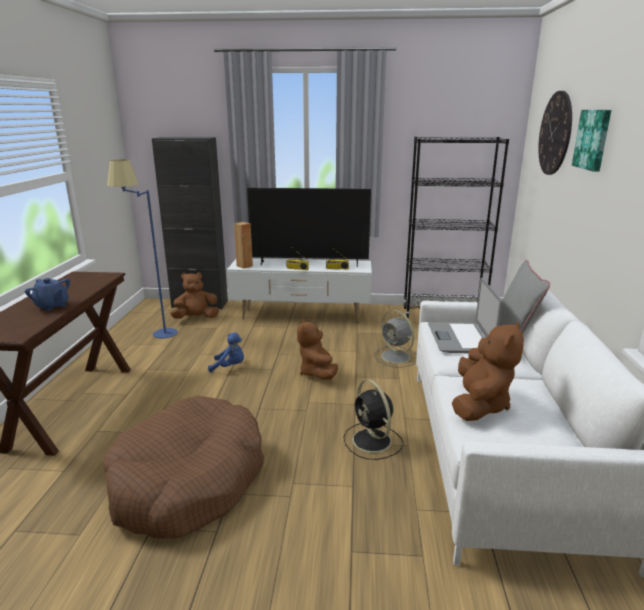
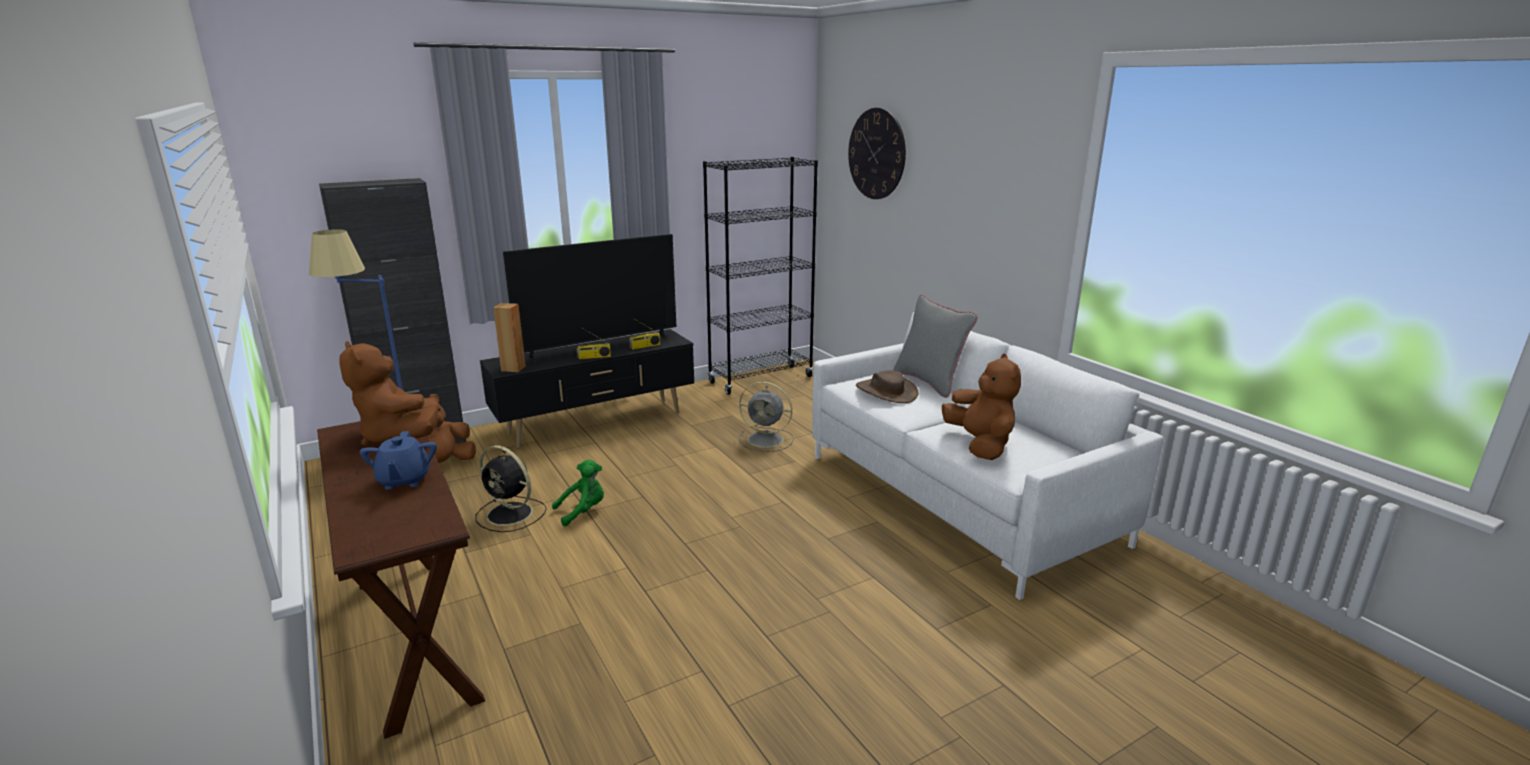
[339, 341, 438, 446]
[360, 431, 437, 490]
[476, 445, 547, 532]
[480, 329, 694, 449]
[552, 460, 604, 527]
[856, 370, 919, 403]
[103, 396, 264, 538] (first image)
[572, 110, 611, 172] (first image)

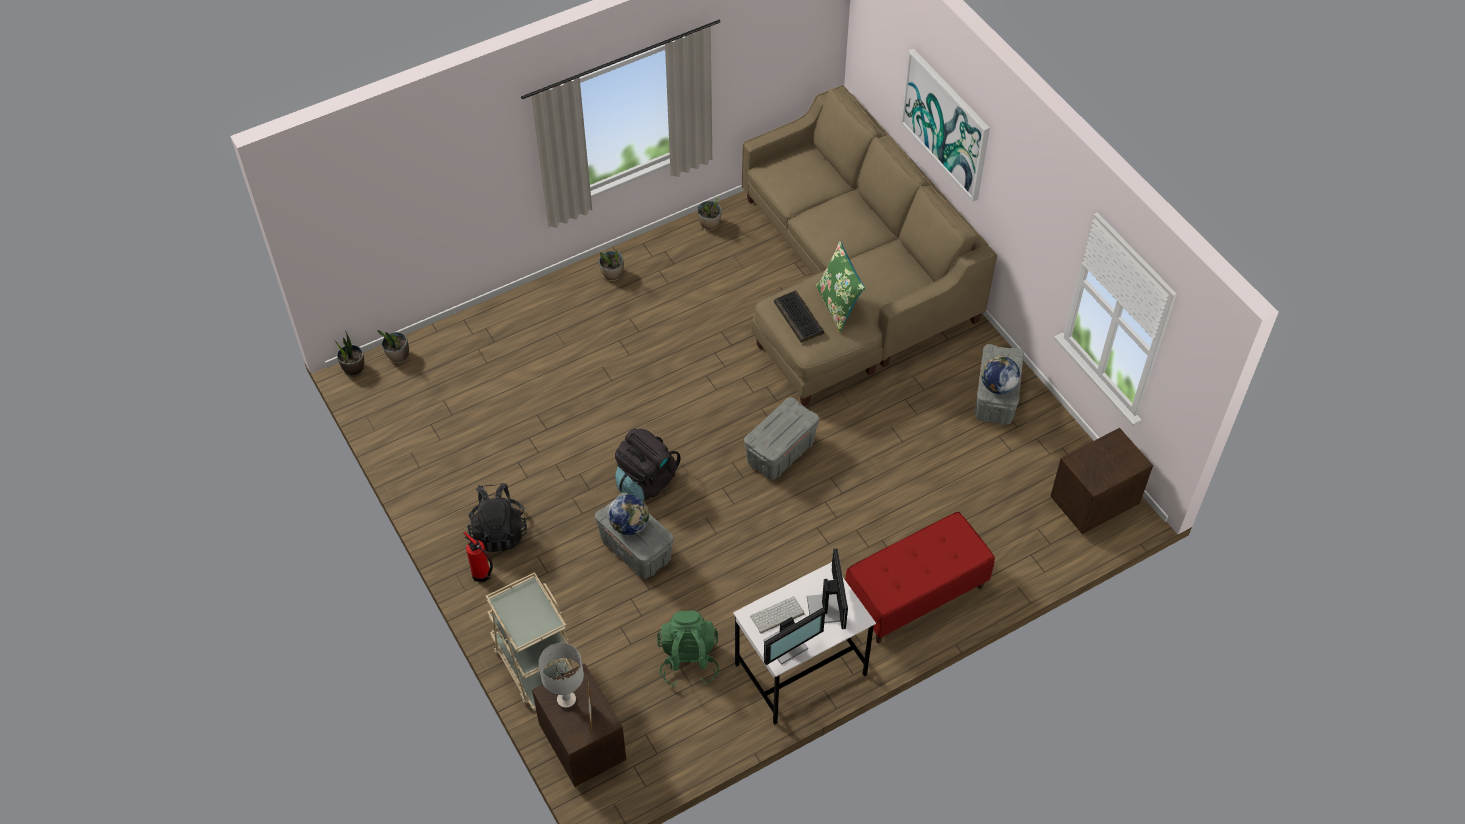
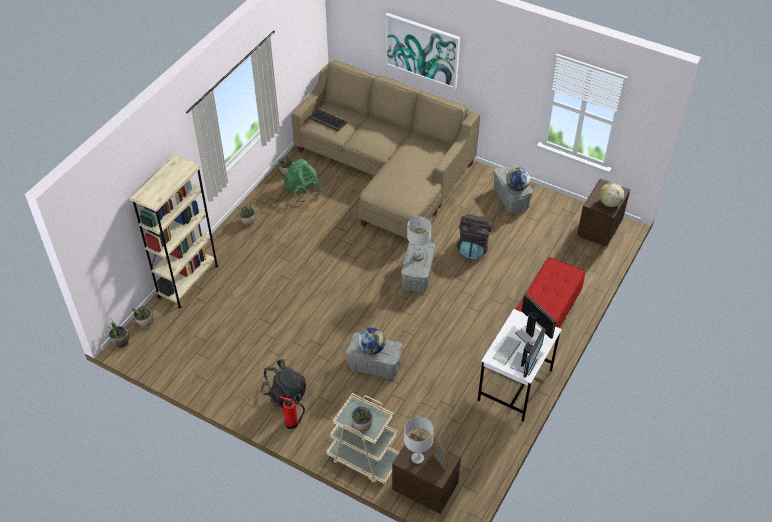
[130, 155, 218, 309]
[284, 159, 323, 203]
[309, 109, 347, 131]
[351, 406, 373, 432]
[407, 216, 431, 261]
[457, 214, 493, 259]
[599, 182, 624, 207]
[816, 241, 865, 332] (first image)

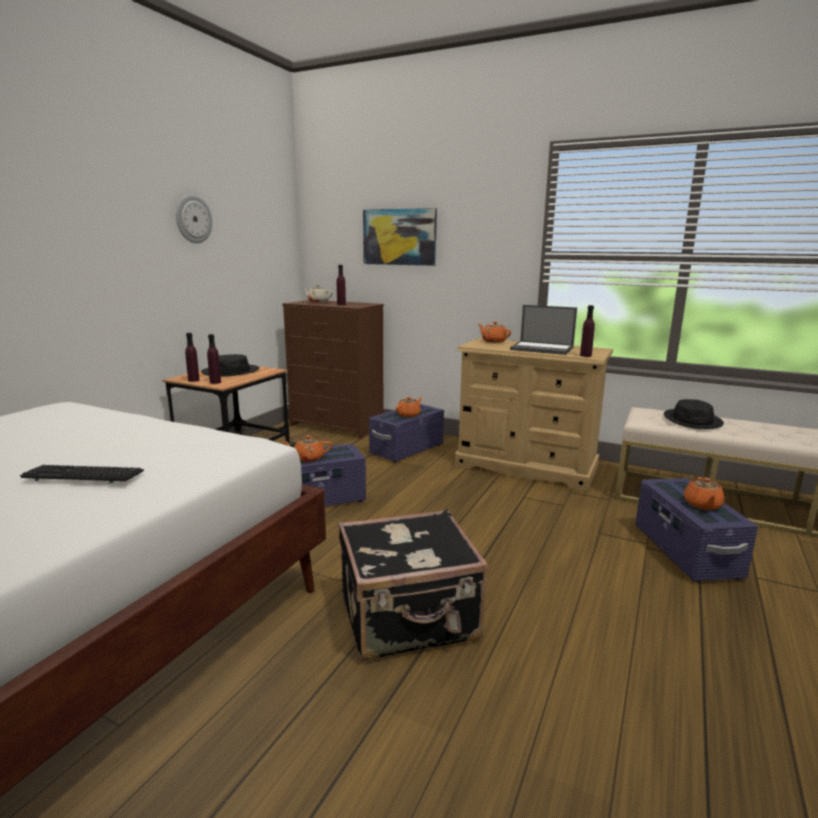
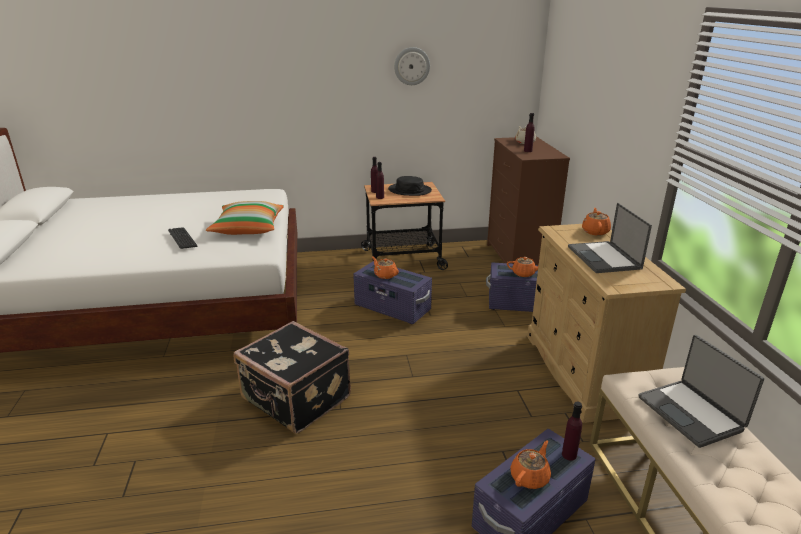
[206, 201, 284, 235]
[510, 440, 551, 489]
[562, 402, 582, 461]
[638, 335, 764, 448]
[363, 208, 437, 266] (first image)

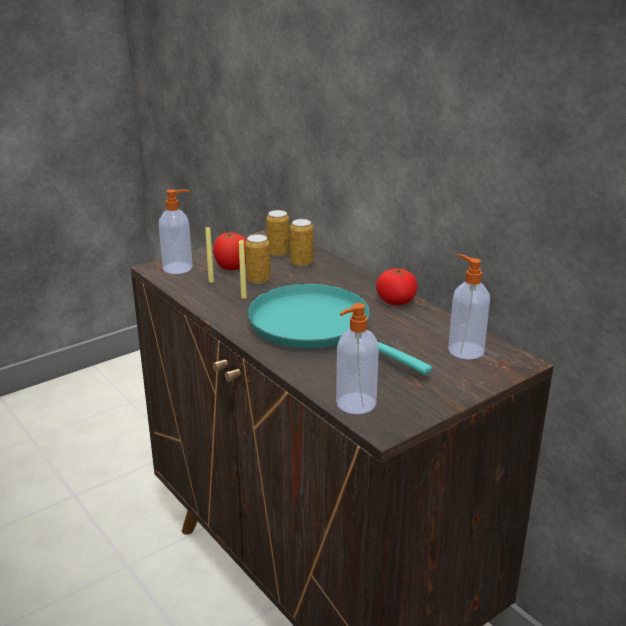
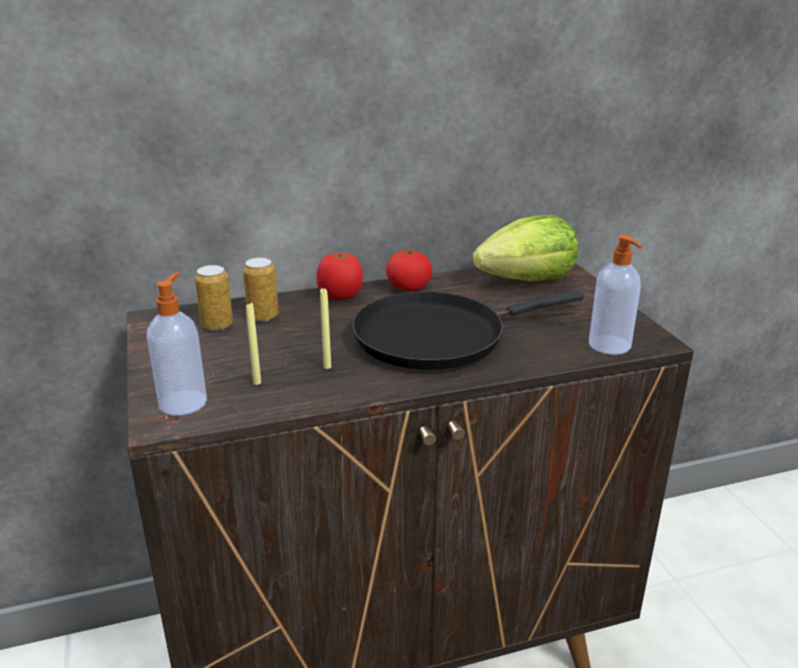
[317, 252, 363, 300]
[352, 291, 584, 370]
[473, 215, 578, 281]
[245, 234, 271, 284] (first image)

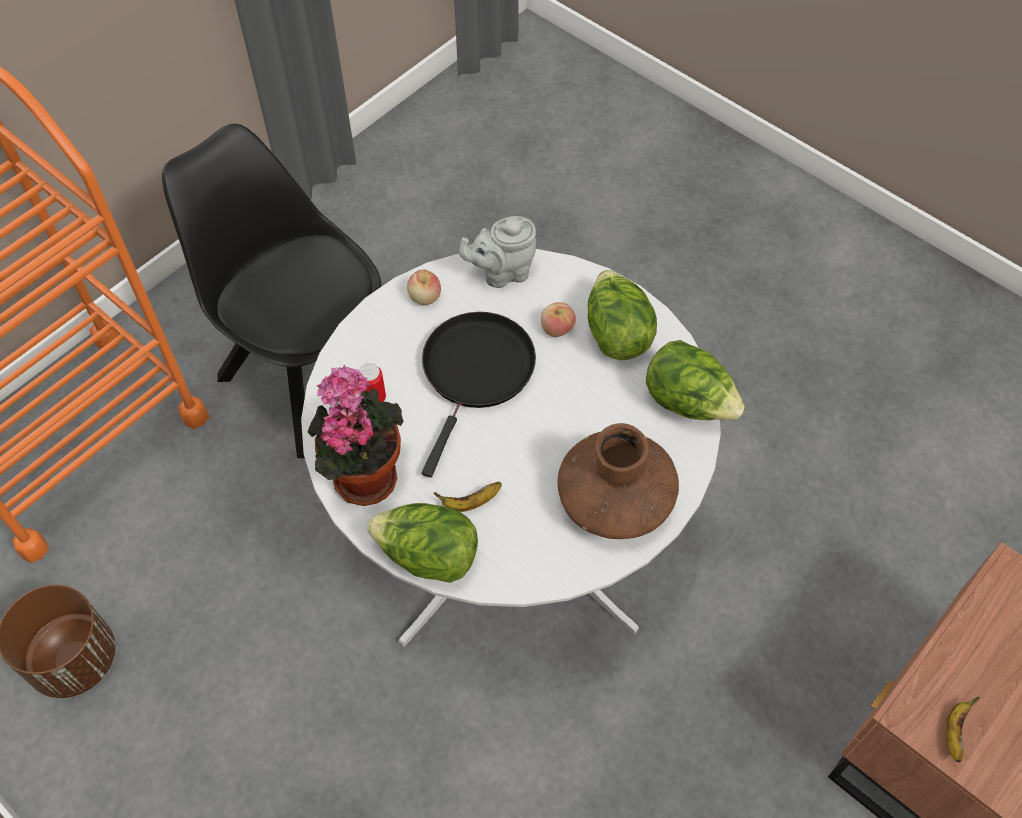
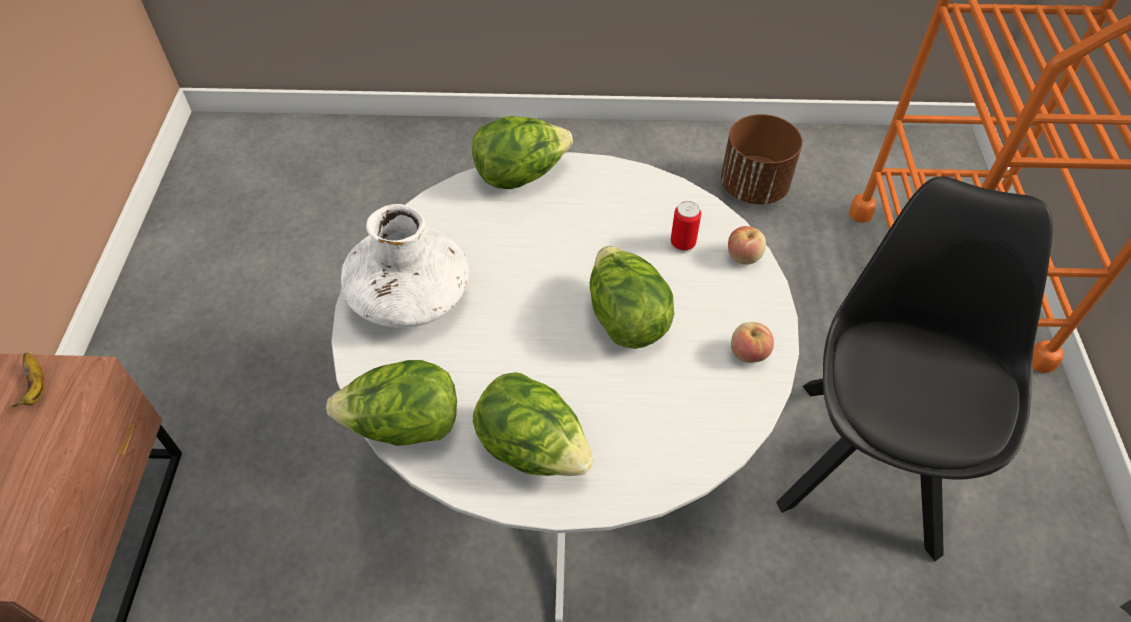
[341, 204, 469, 328]
[590, 246, 674, 349]
[728, 226, 766, 264]
[776, 176, 1053, 561]
[308, 365, 404, 506] (first image)
[433, 482, 502, 512] (first image)
[459, 216, 536, 288] (first image)

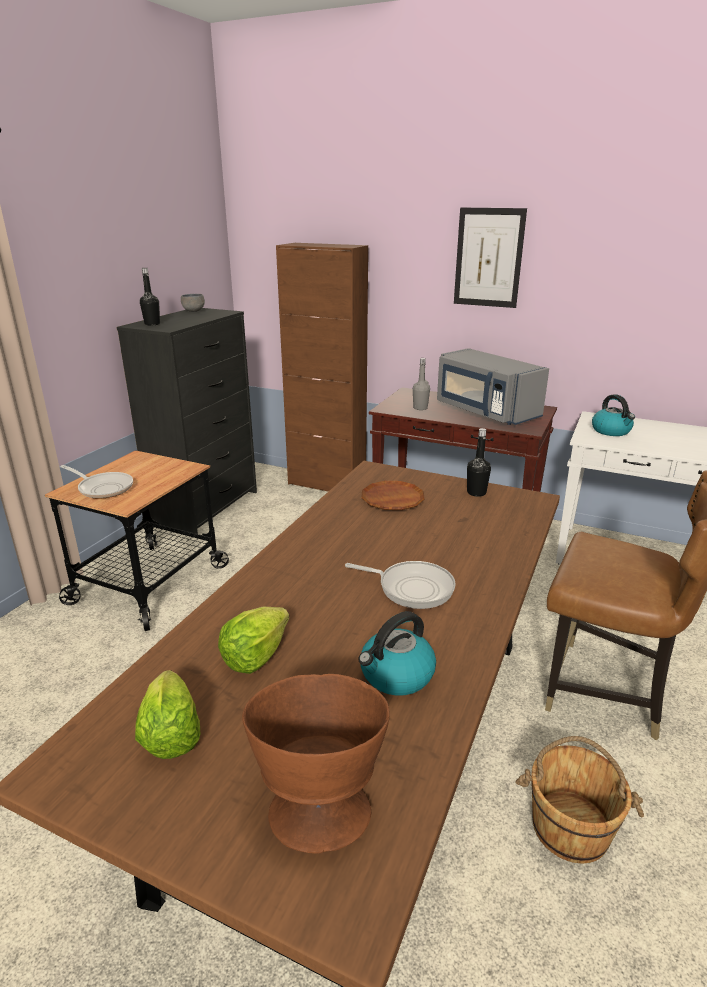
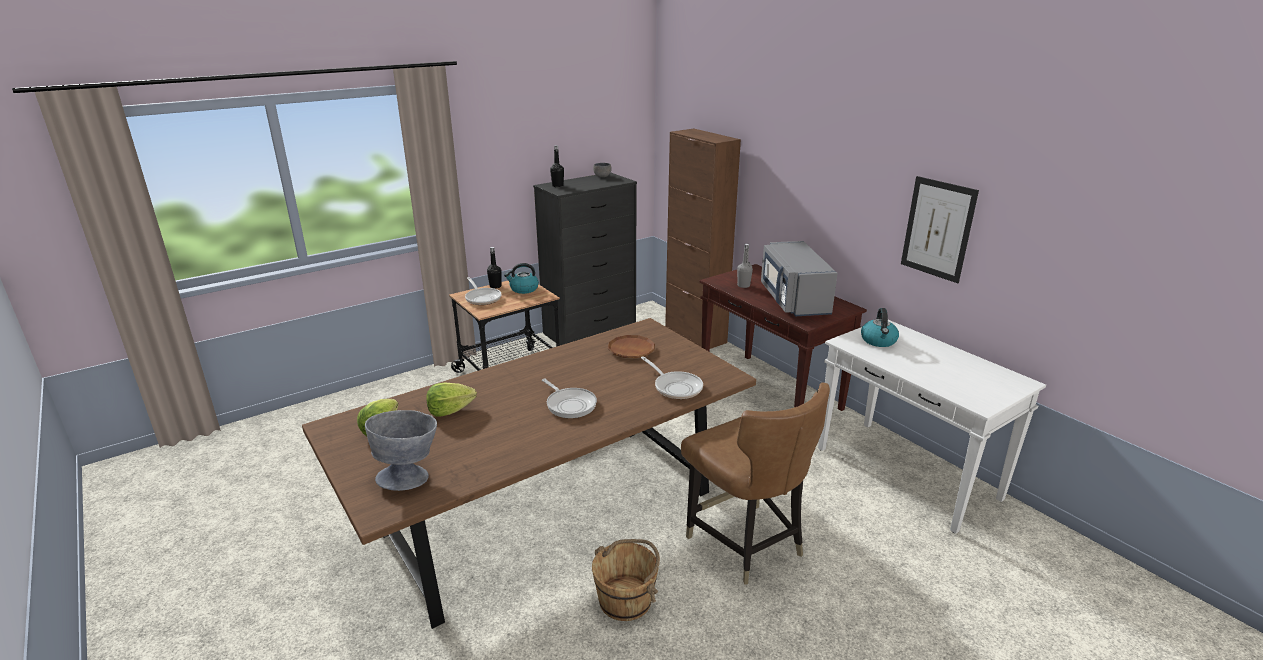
[365, 410, 437, 491]
[487, 247, 502, 288]
[504, 263, 539, 294]
[641, 356, 703, 399]
[901, 176, 979, 283]

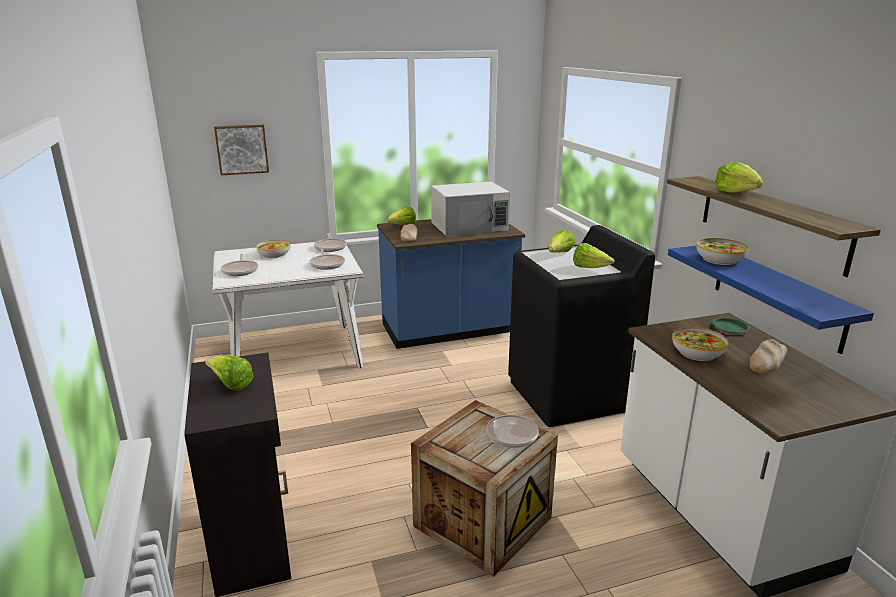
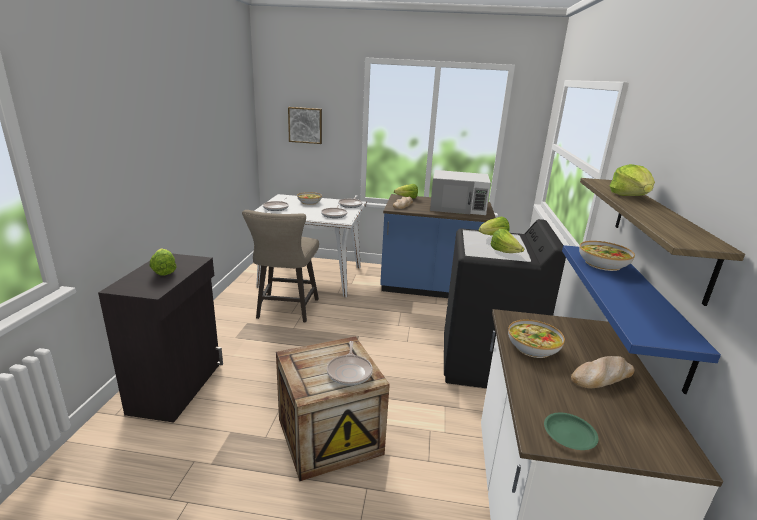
[242, 210, 319, 322]
[327, 341, 373, 385]
[544, 413, 599, 450]

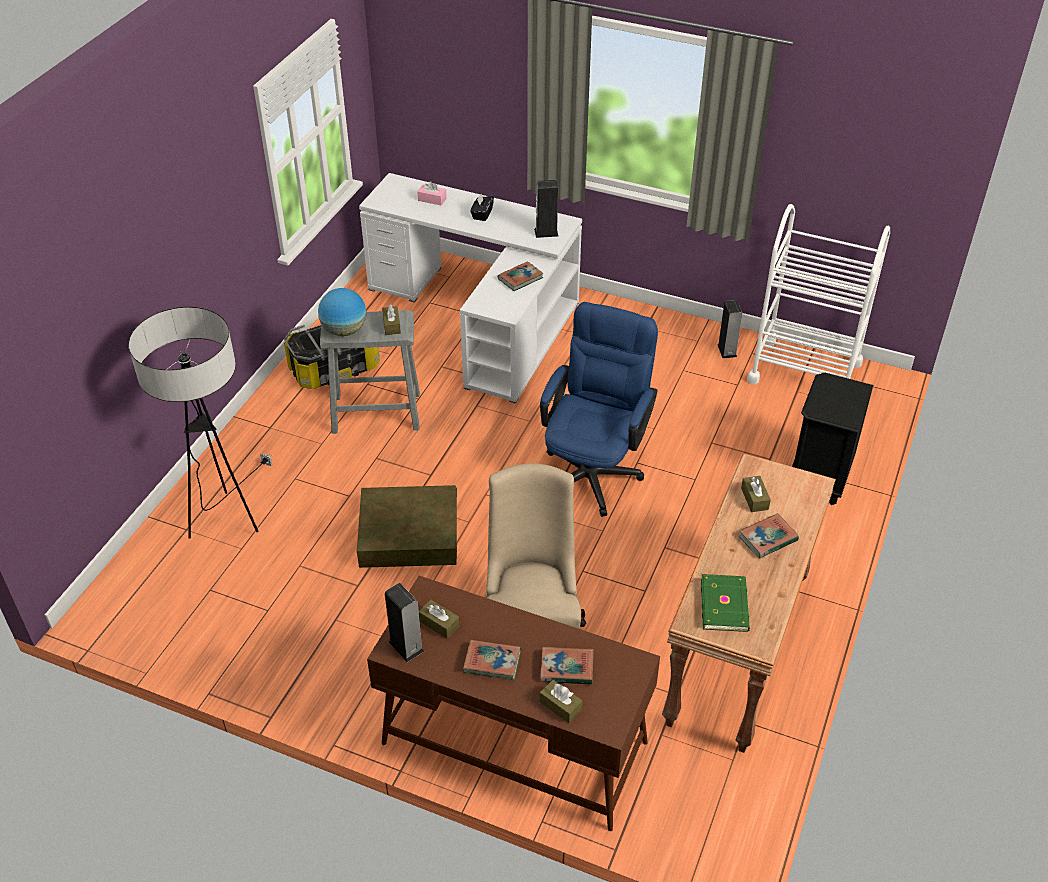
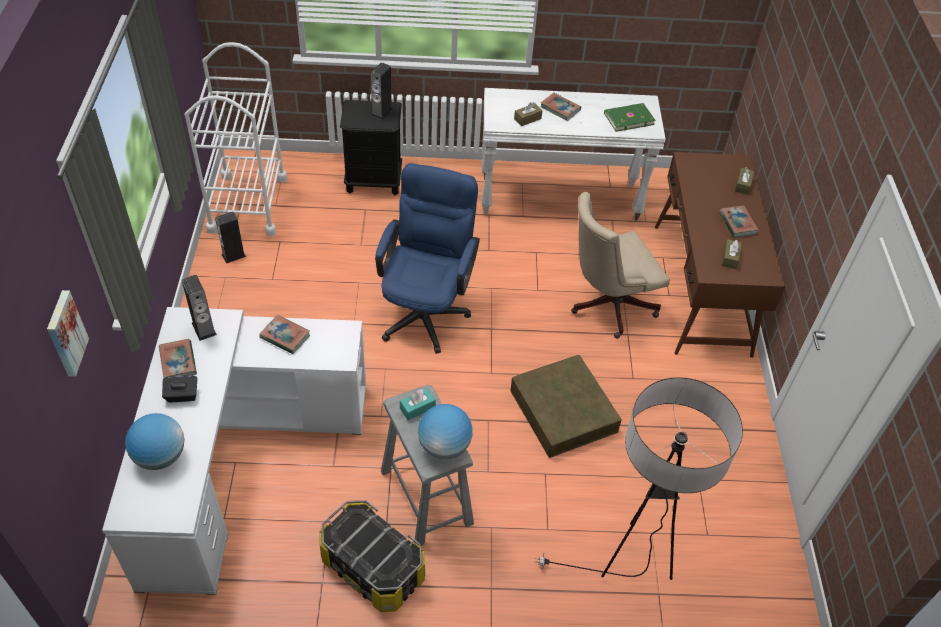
[47, 290, 89, 377]
[125, 413, 184, 470]
[159, 339, 197, 378]
[370, 62, 393, 120]
[375, 163, 480, 354]
[400, 388, 436, 420]
[481, 88, 666, 221]

